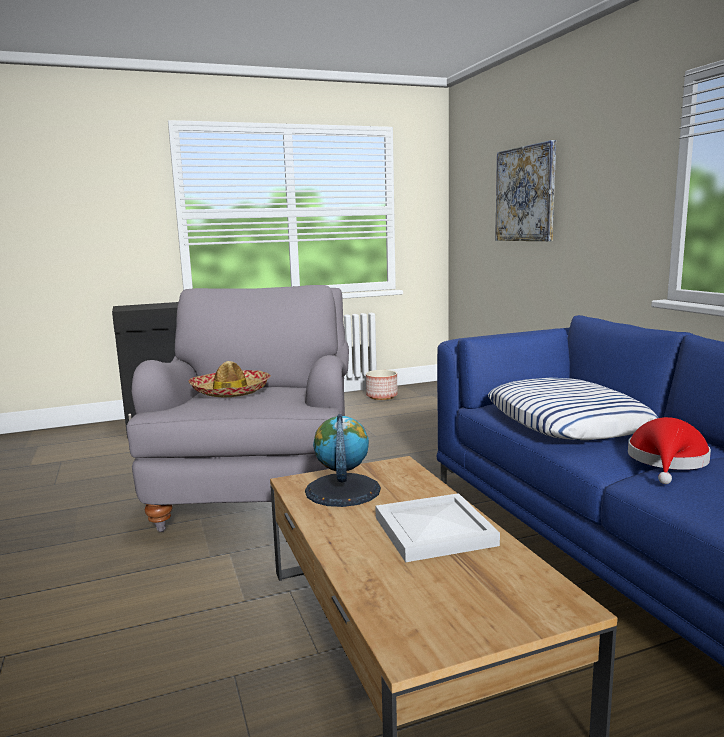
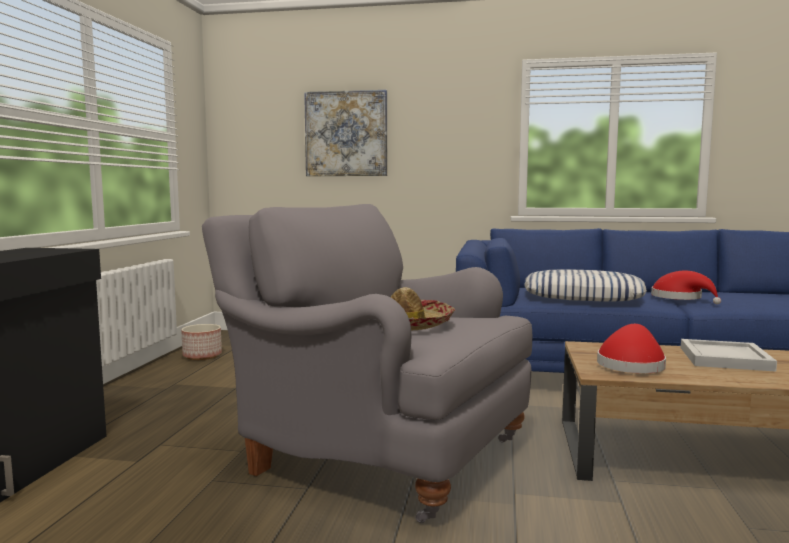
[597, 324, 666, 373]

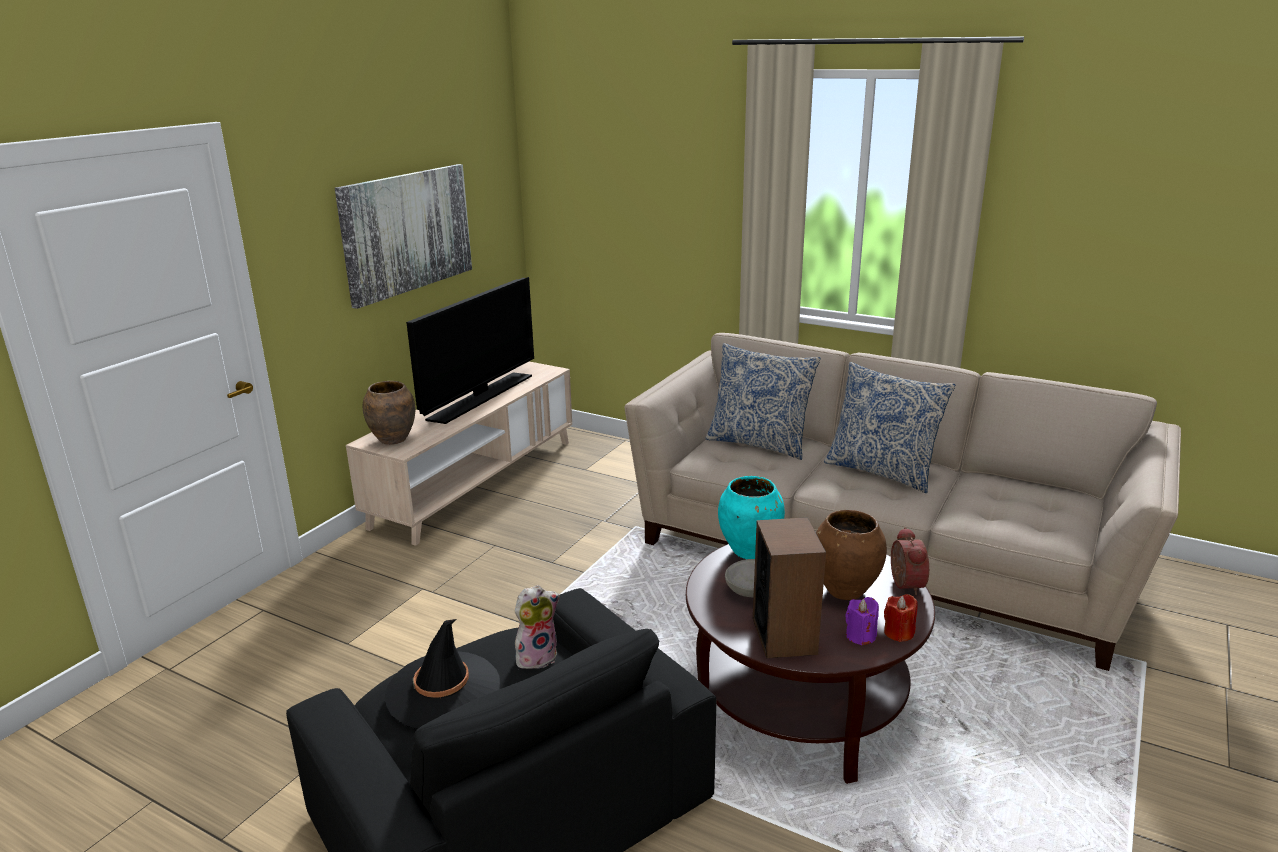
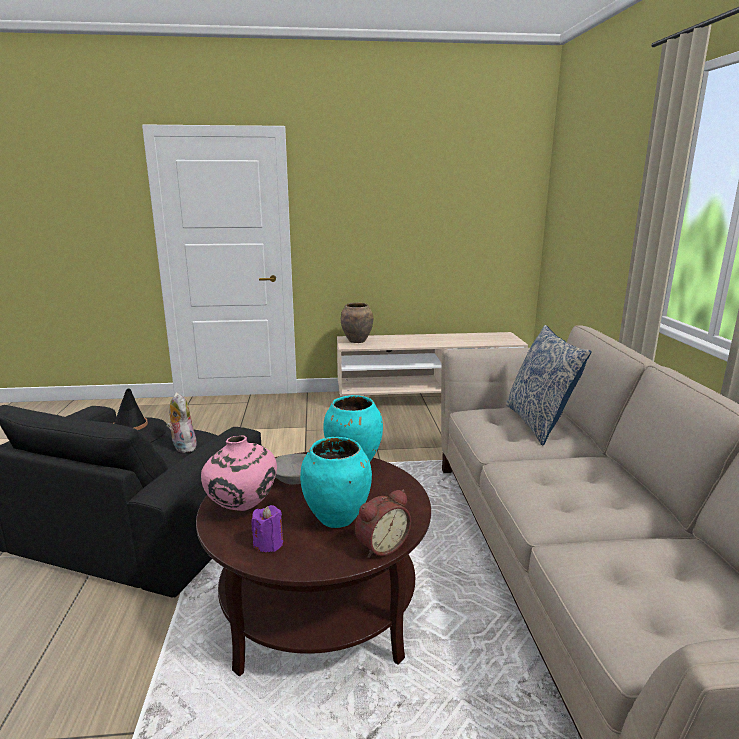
[167, 392, 197, 453]
[201, 435, 277, 511]
[300, 437, 372, 528]
[335, 164, 472, 309] (first image)
[406, 277, 534, 424] (first image)
[824, 362, 955, 493] (first image)
[884, 594, 918, 642] (first image)

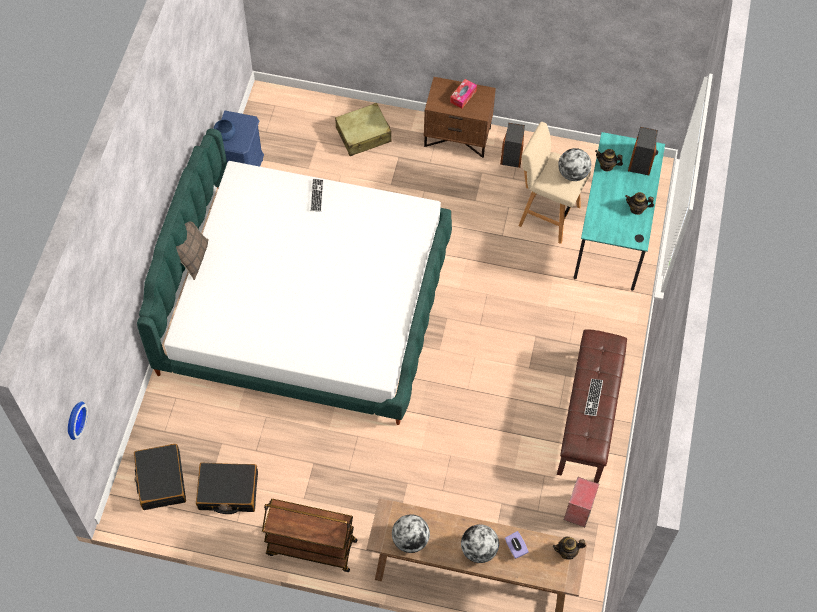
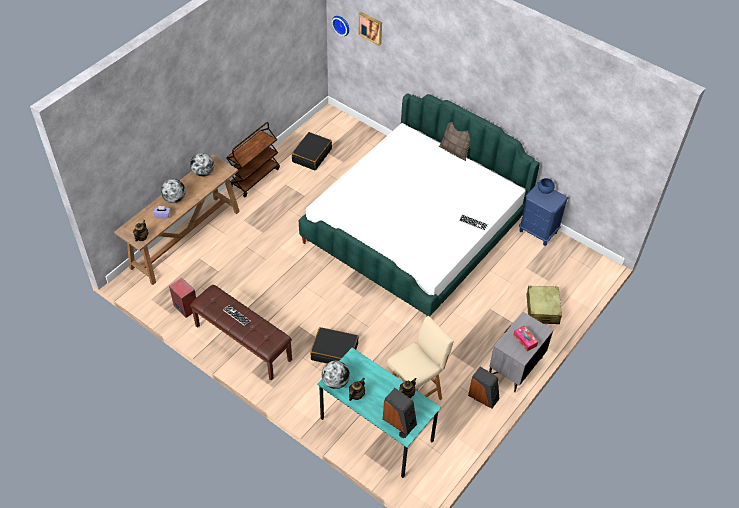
[310, 327, 359, 363]
[322, 361, 350, 389]
[359, 12, 382, 46]
[489, 312, 553, 392]

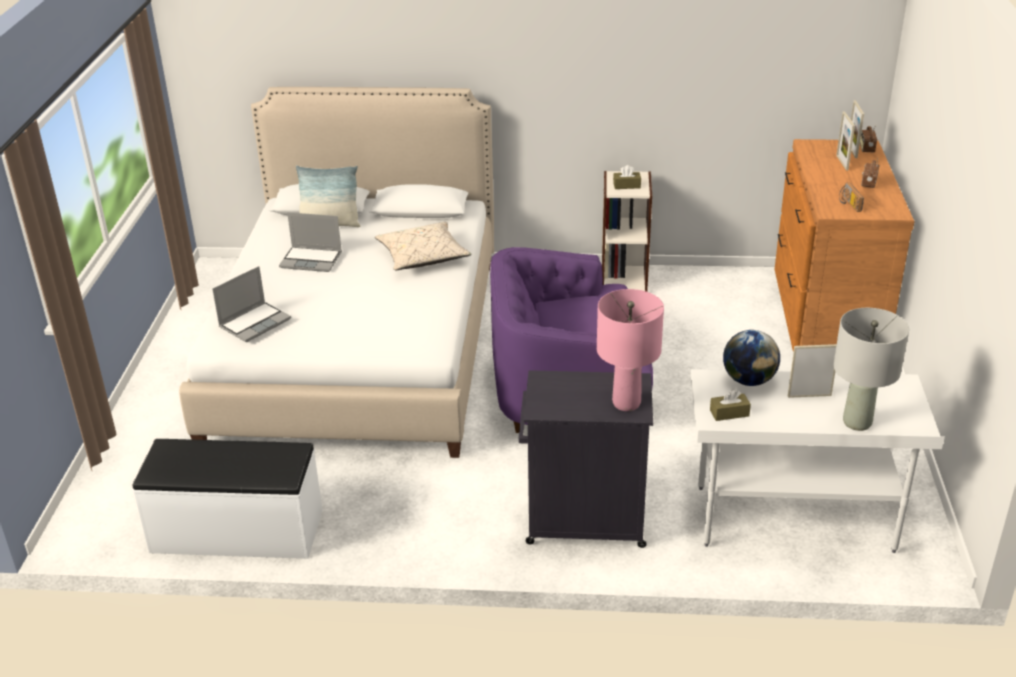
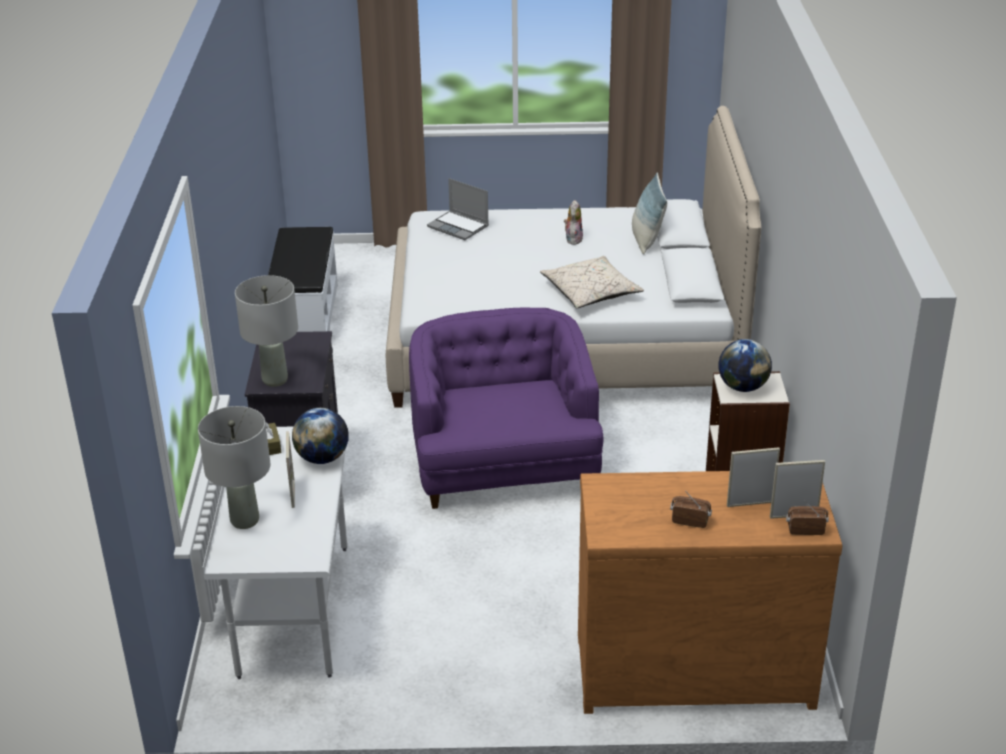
[235, 275, 298, 387]
[564, 200, 583, 245]
[718, 339, 772, 392]
[839, 182, 864, 212] (first image)

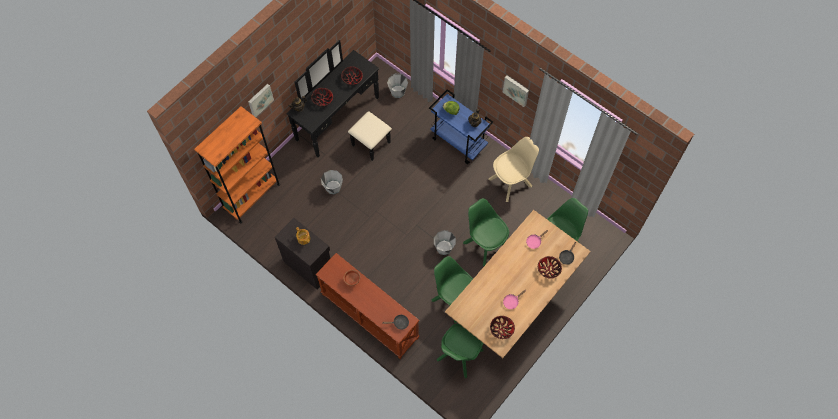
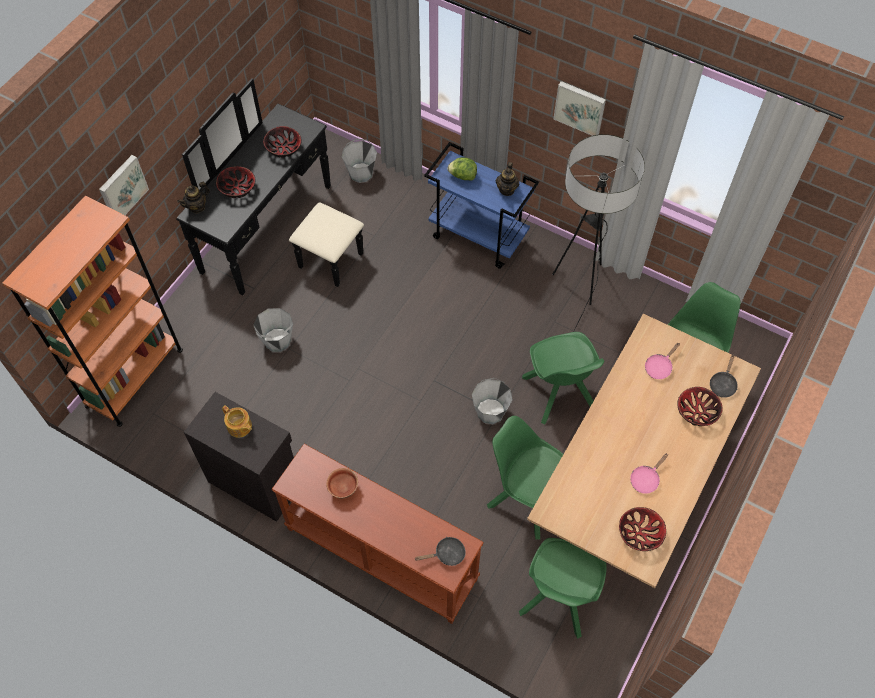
[522, 332, 604, 425]
[552, 134, 645, 332]

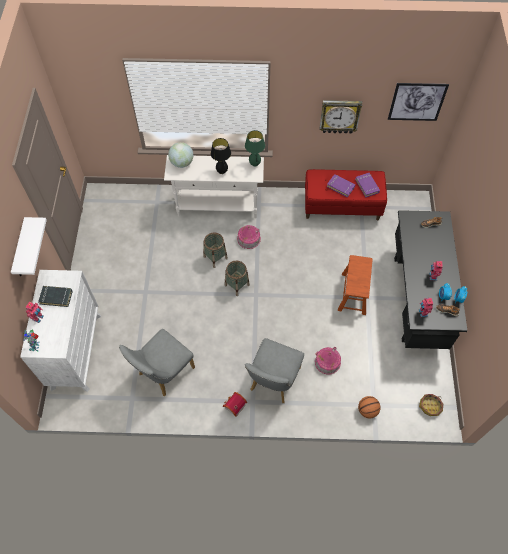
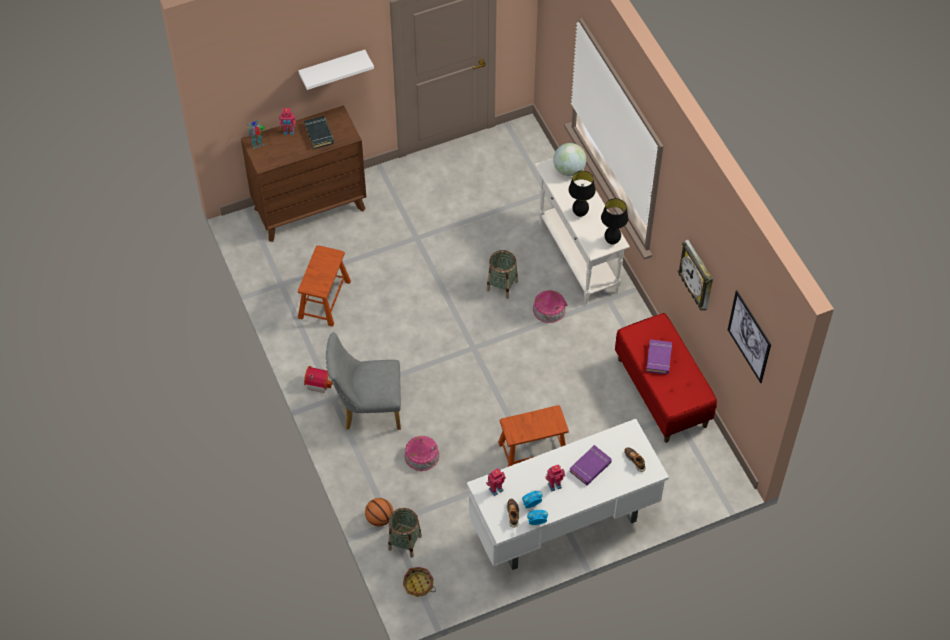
[241, 105, 366, 242]
[298, 245, 351, 327]
[388, 508, 422, 558]
[467, 419, 669, 570]
[569, 445, 612, 485]
[601, 198, 629, 245]

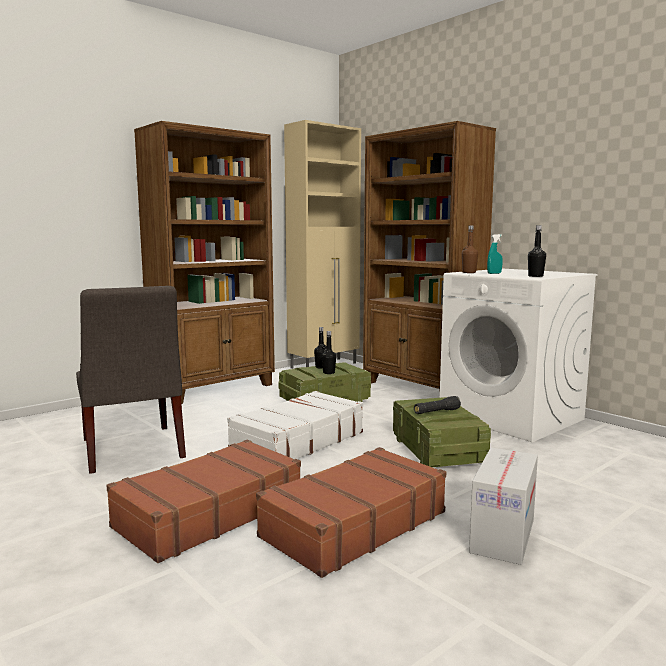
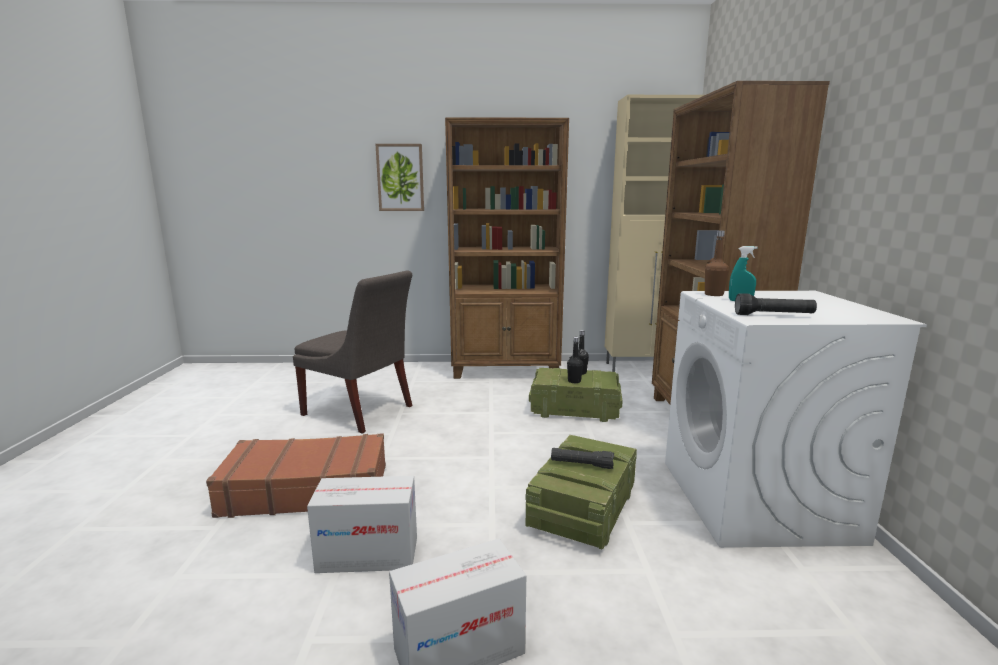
[293, 270, 412, 433]
[307, 476, 417, 573]
[375, 144, 424, 211]
[735, 293, 817, 315]
[227, 391, 363, 459] (first image)

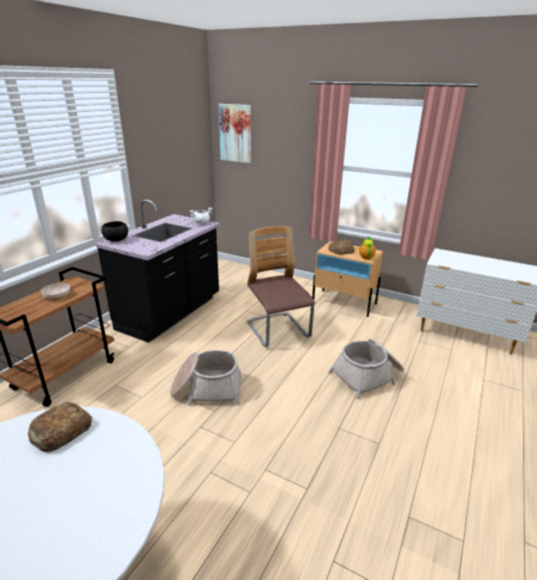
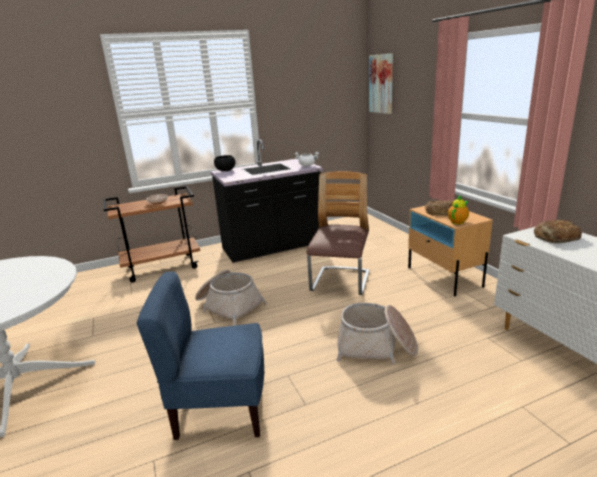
[137, 271, 264, 440]
[534, 220, 582, 243]

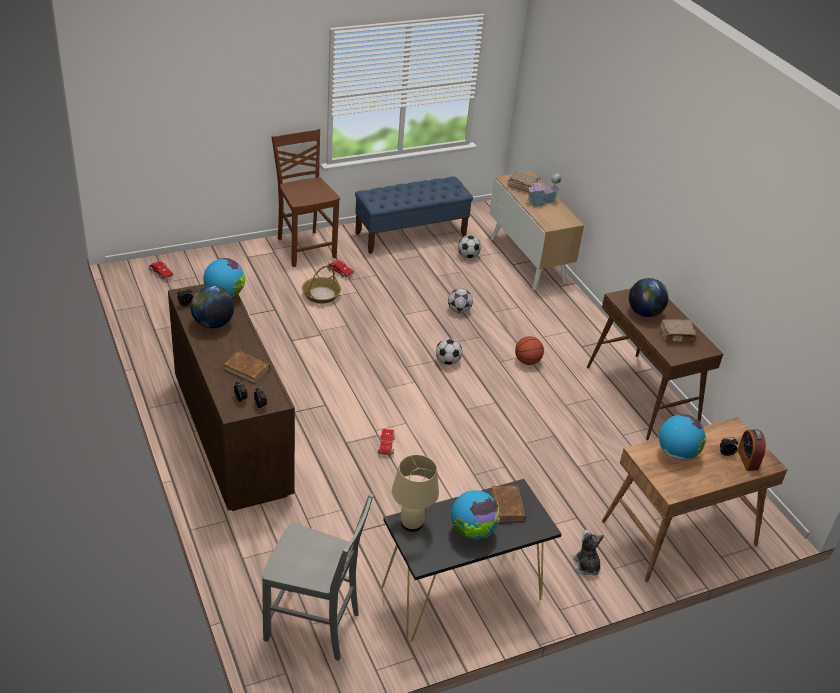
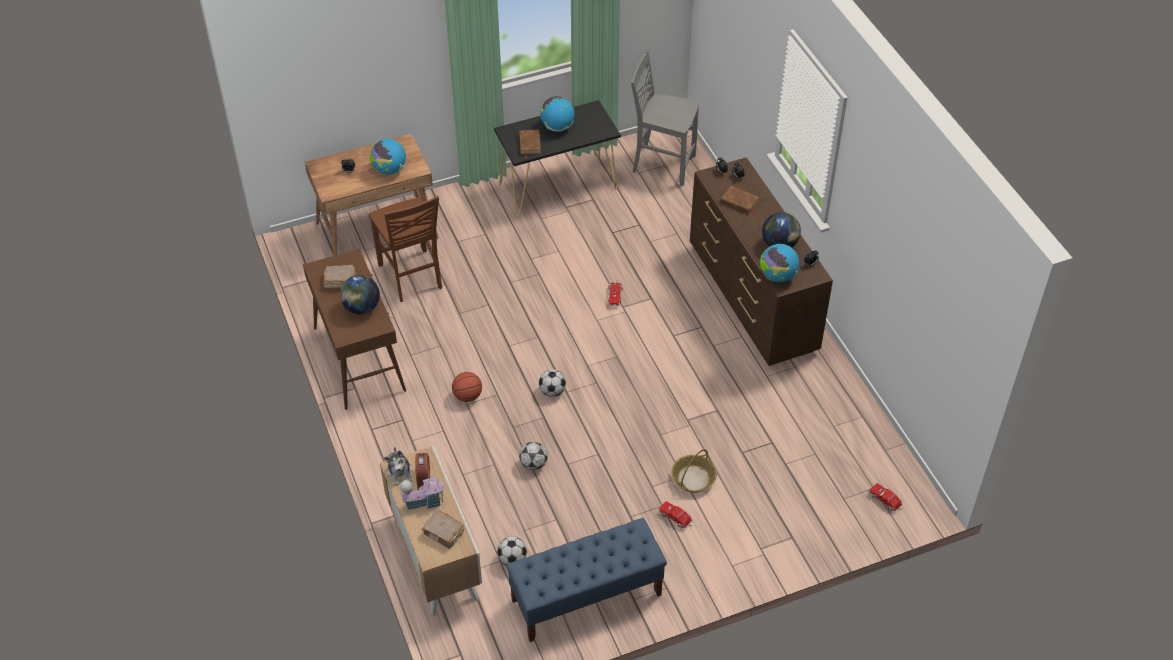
[369, 196, 442, 302]
[384, 446, 413, 486]
[415, 453, 430, 490]
[392, 455, 439, 532] (first image)

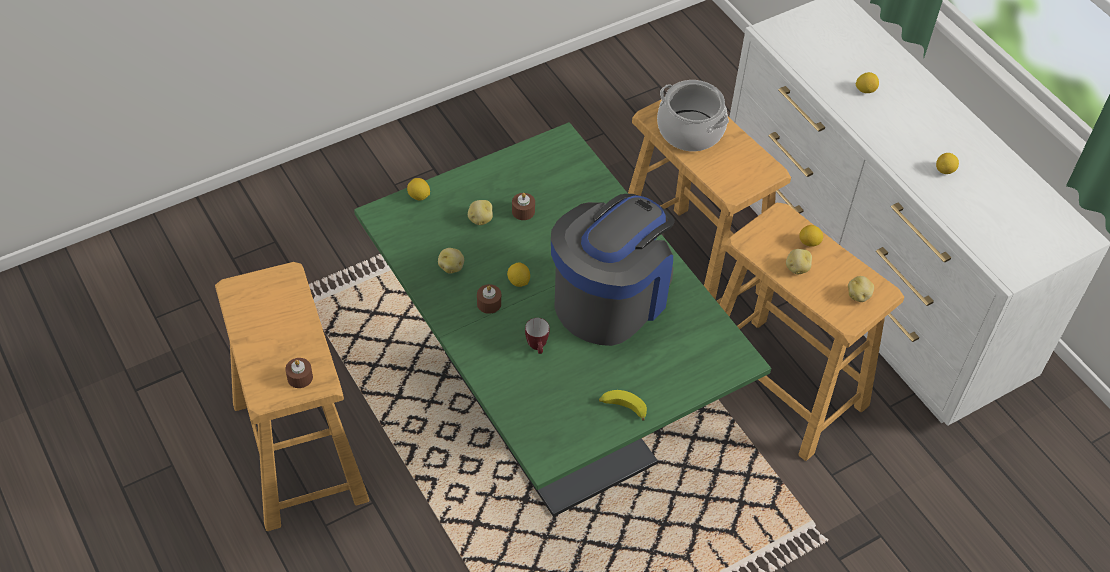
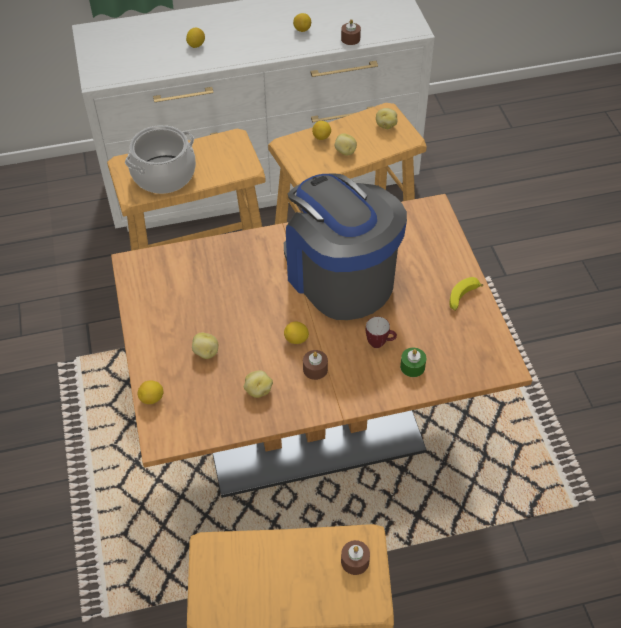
[111, 194, 532, 498]
[341, 19, 361, 45]
[400, 348, 426, 377]

